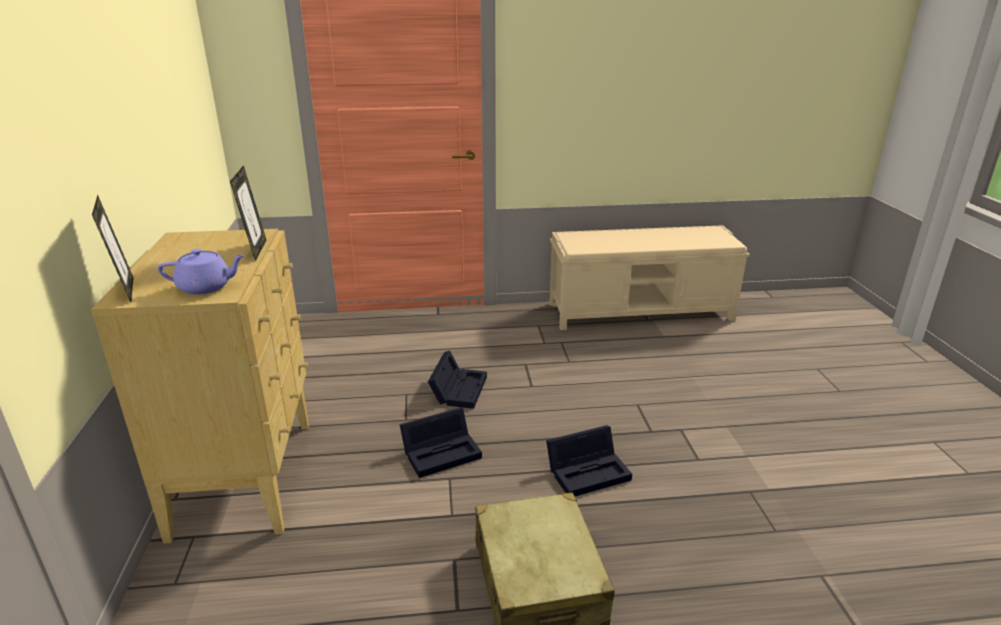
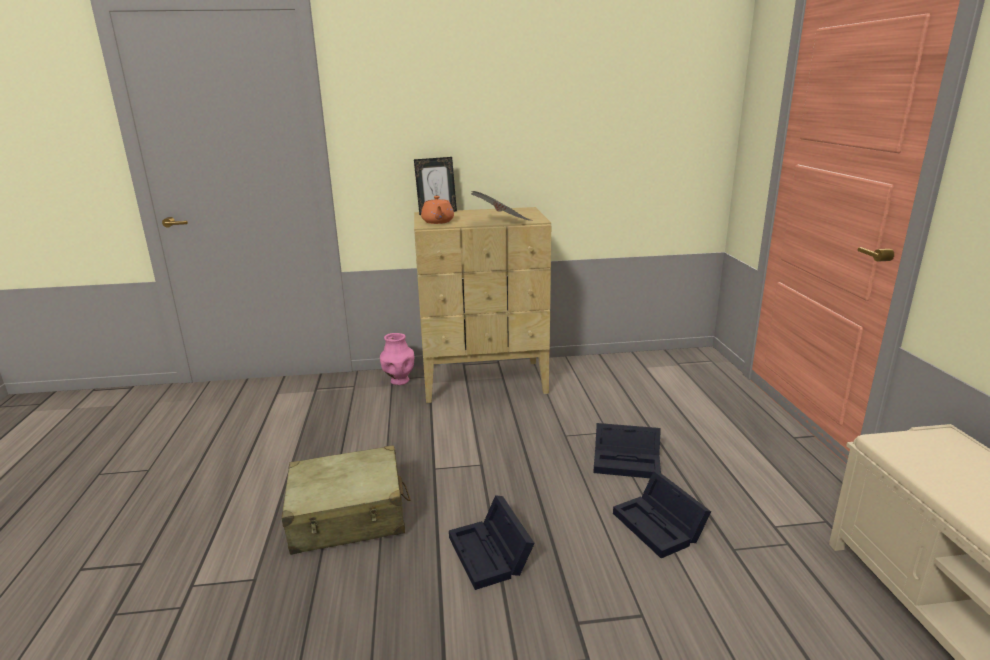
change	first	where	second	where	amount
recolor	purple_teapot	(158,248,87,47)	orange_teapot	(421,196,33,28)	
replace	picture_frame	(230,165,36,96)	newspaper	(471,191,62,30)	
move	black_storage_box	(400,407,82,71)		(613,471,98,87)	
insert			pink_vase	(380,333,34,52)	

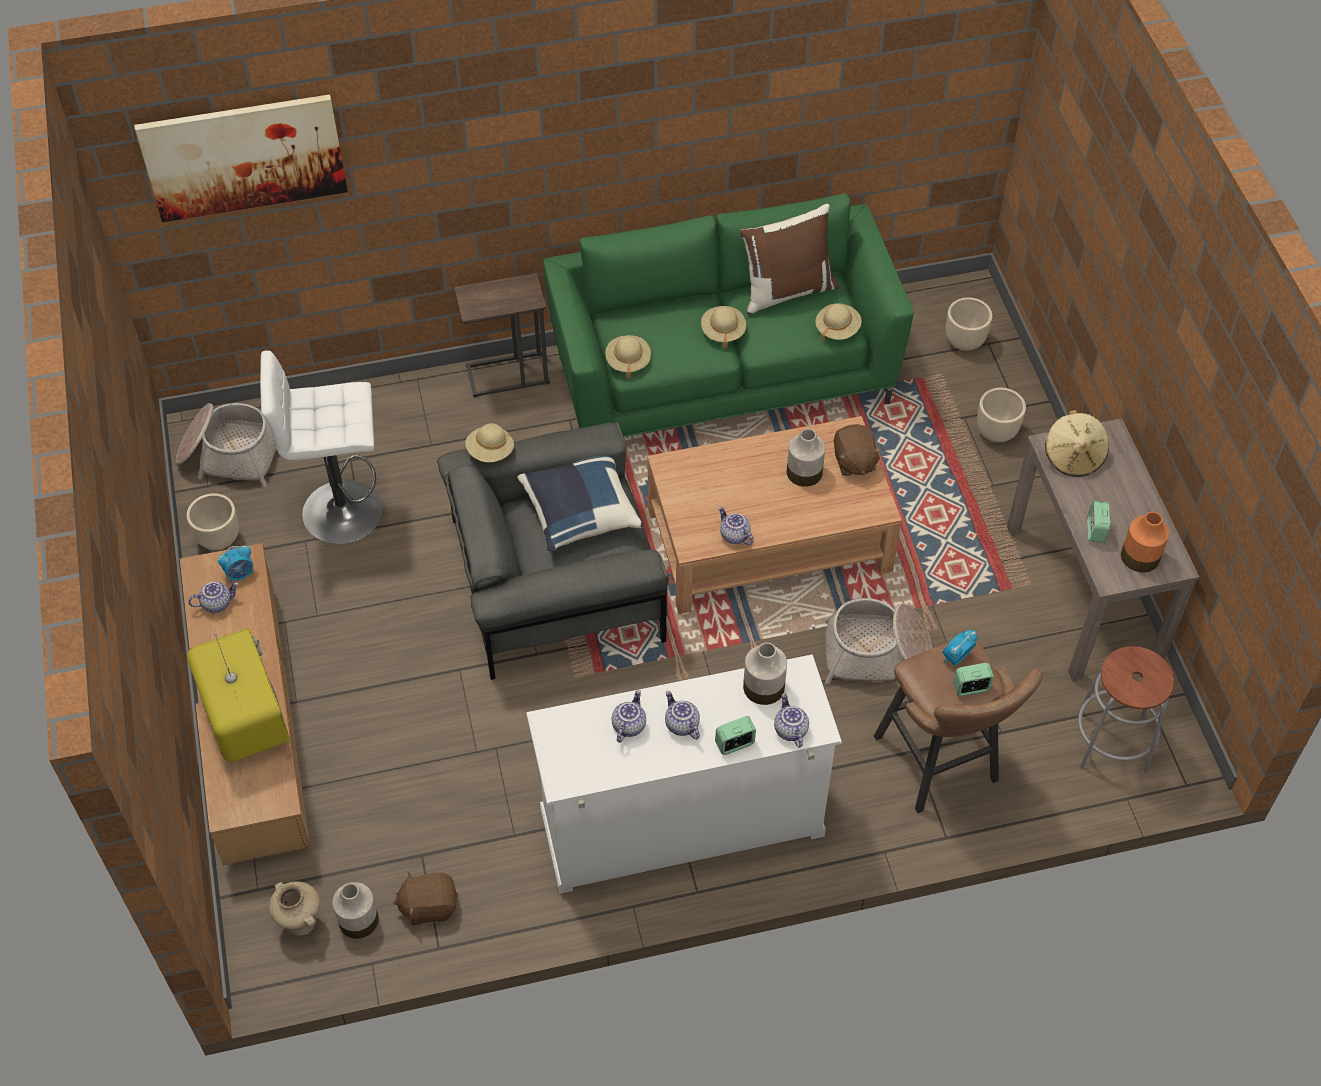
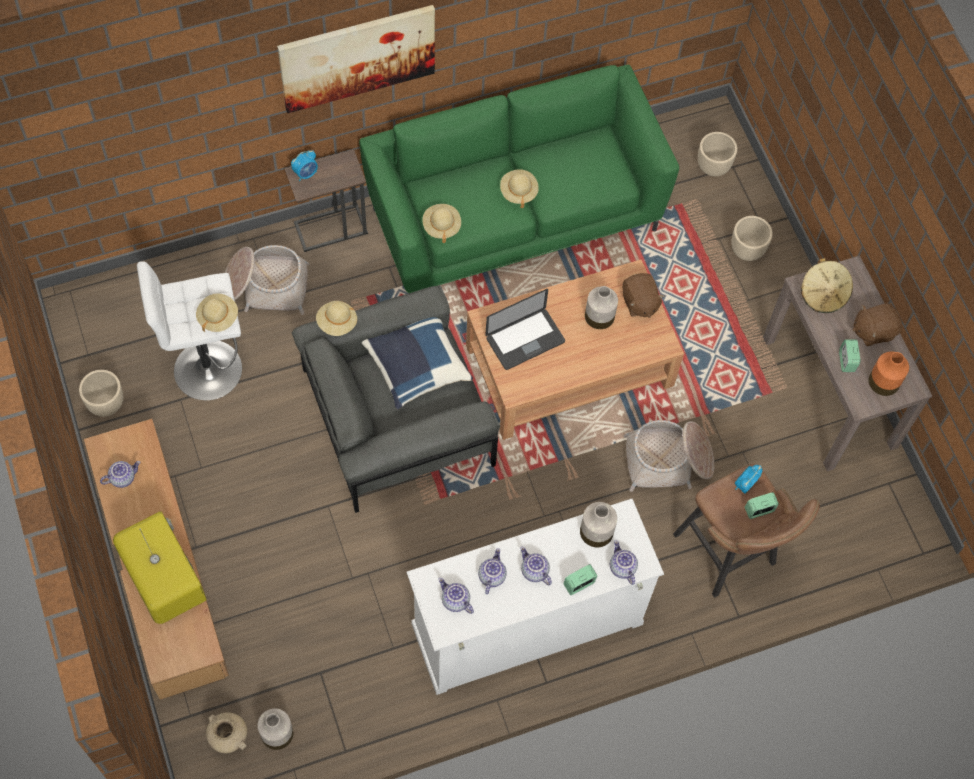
change	first	where	second	where	amount
move	picture	(134,94,214,128)		(277,5,158,108)	
move	basket	(176,403,100,84)		(225,245,84,70)	
move	alarm_clock	(218,545,36,38)		(291,150,27,32)	
move	brown_plush_toy	(393,871,65,54)		(852,304,50,42)	
move	teapot	(718,506,35,39)		(438,578,36,36)	
delete	brown_pillow	(740,204,99,110)			
move	beige_hat	(815,303,47,38)		(196,293,42,39)	
delete	grey_stool	(1078,646,96,128)			
insert			laptop	(485,289,80,81)	

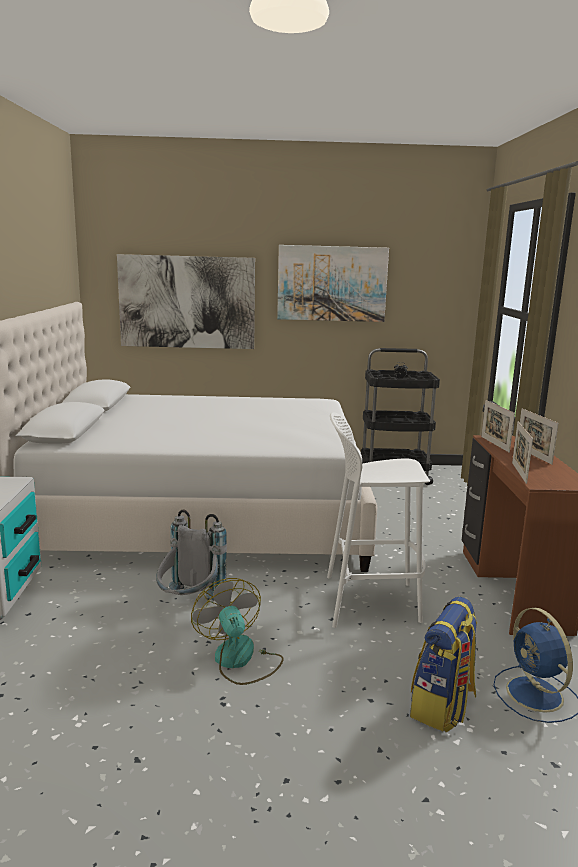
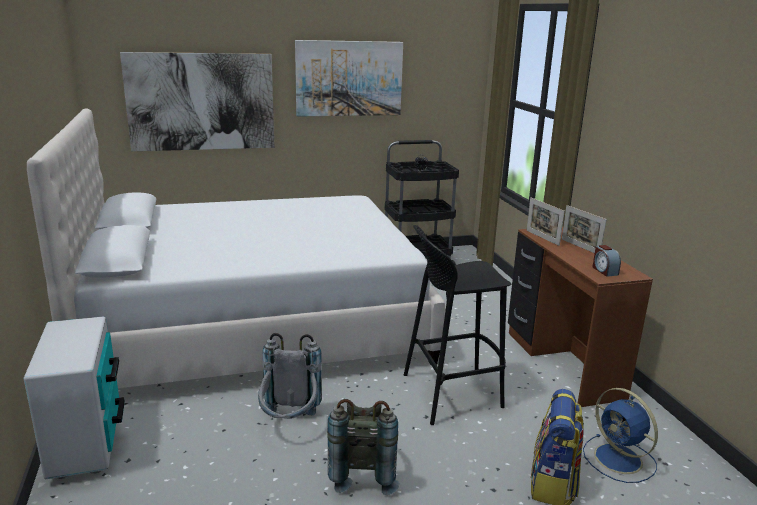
change	first	where	second	where	amount
replace	fan	(191,578,93,107)	grey_backpack	(327,399,72,96)	
recolor	white_stool	(327,412,103,216)	black_stool	(404,225,108,200)	
delete	picture_frame	(512,421,21,63)			
insert			alarm_clock	(593,245,28,32)	

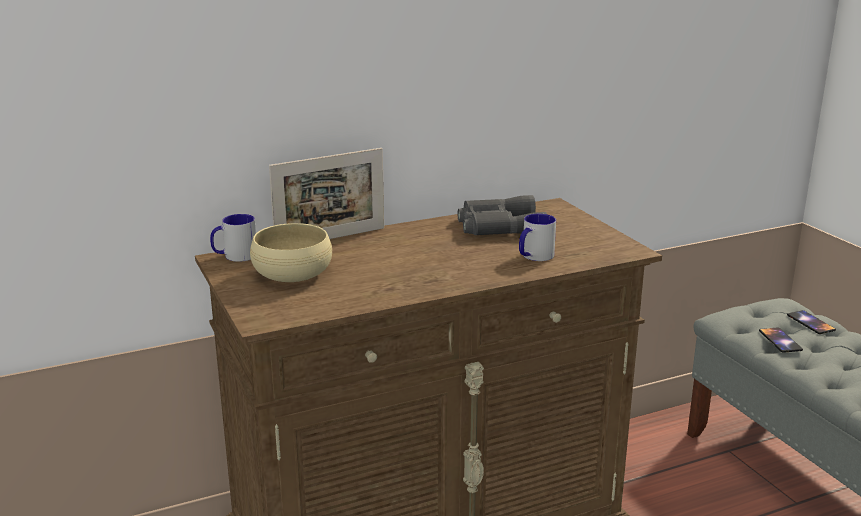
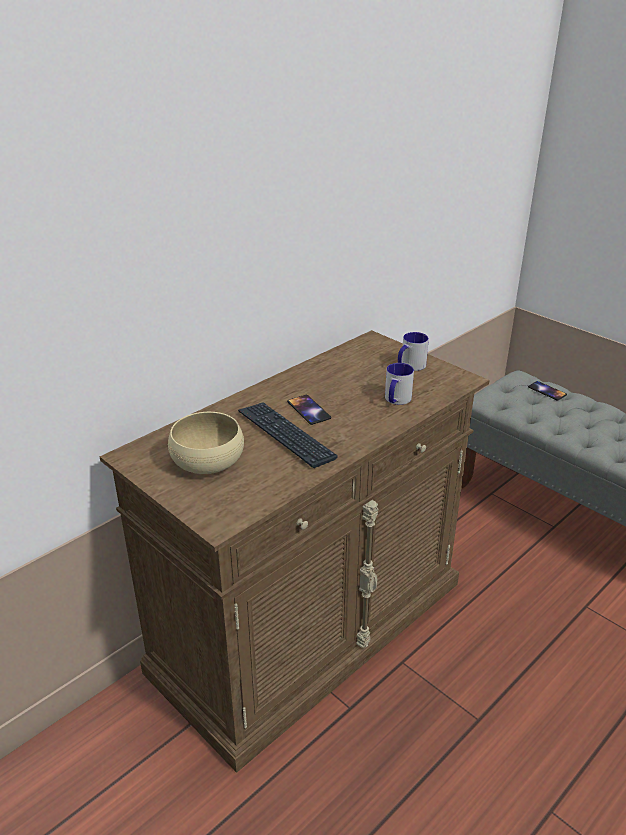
change	first	where	second	where	amount
move	mug	(210,214,46,48)		(398,332,31,39)	
delete	picture_frame	(269,148,115,91)			
delete	grey_binoculars	(458,195,89,40)			
move	phone	(759,327,44,26)		(287,395,44,30)	
insert			keyboard	(238,402,100,66)	

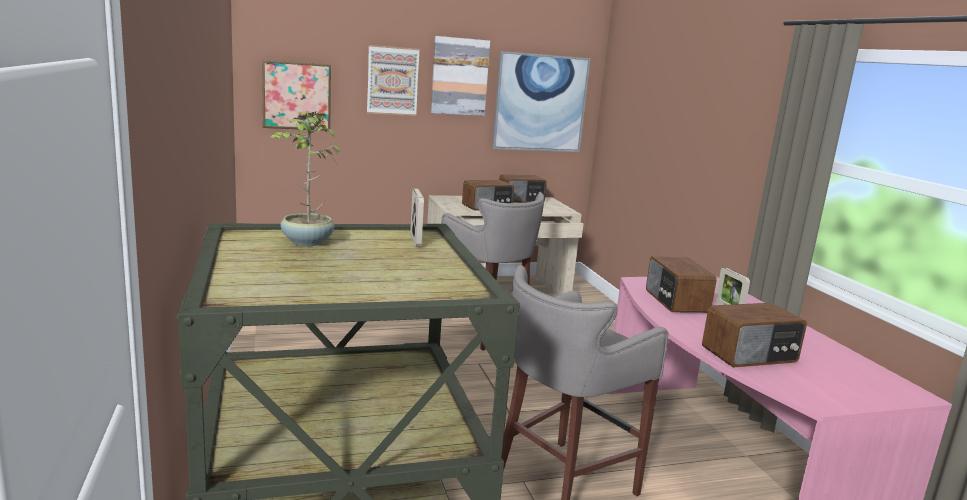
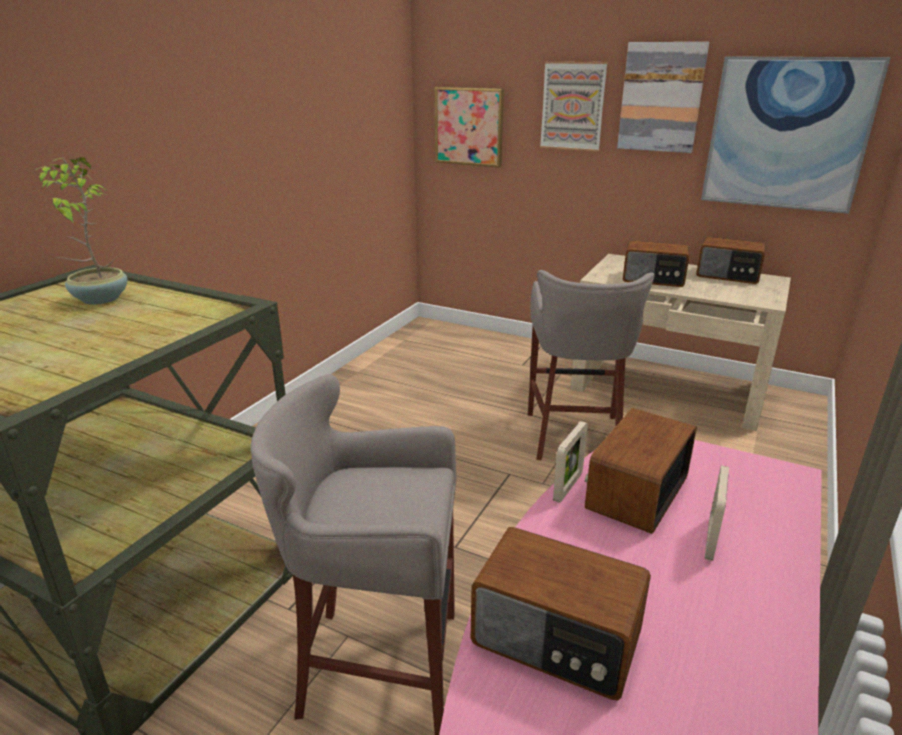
change	first	where	second	where	amount
move	picture_frame	(410,189,14,58)		(553,421,35,82)	

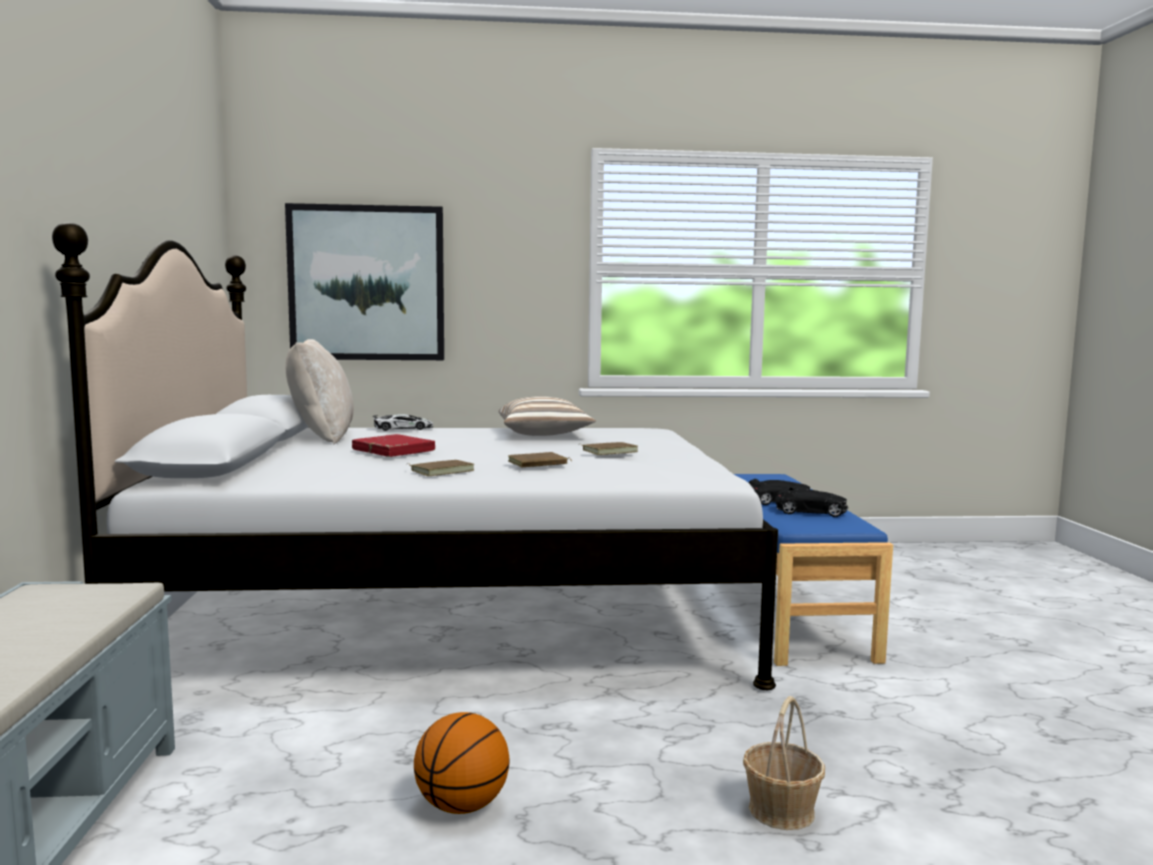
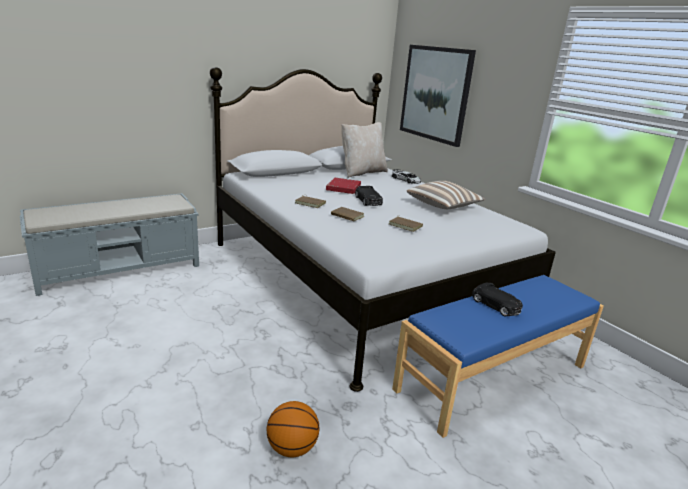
change	first	where	second	where	amount
move	basketball	(414,712,95,102)		(267,401,52,56)	
delete	basket	(743,696,82,134)			
move	black_toy_car	(775,487,73,30)		(355,186,28,20)	

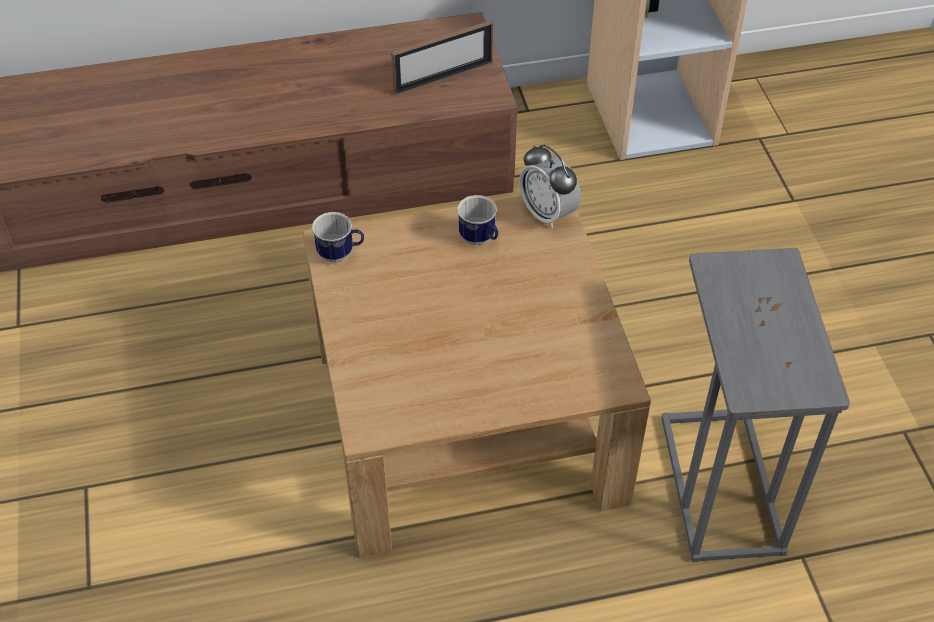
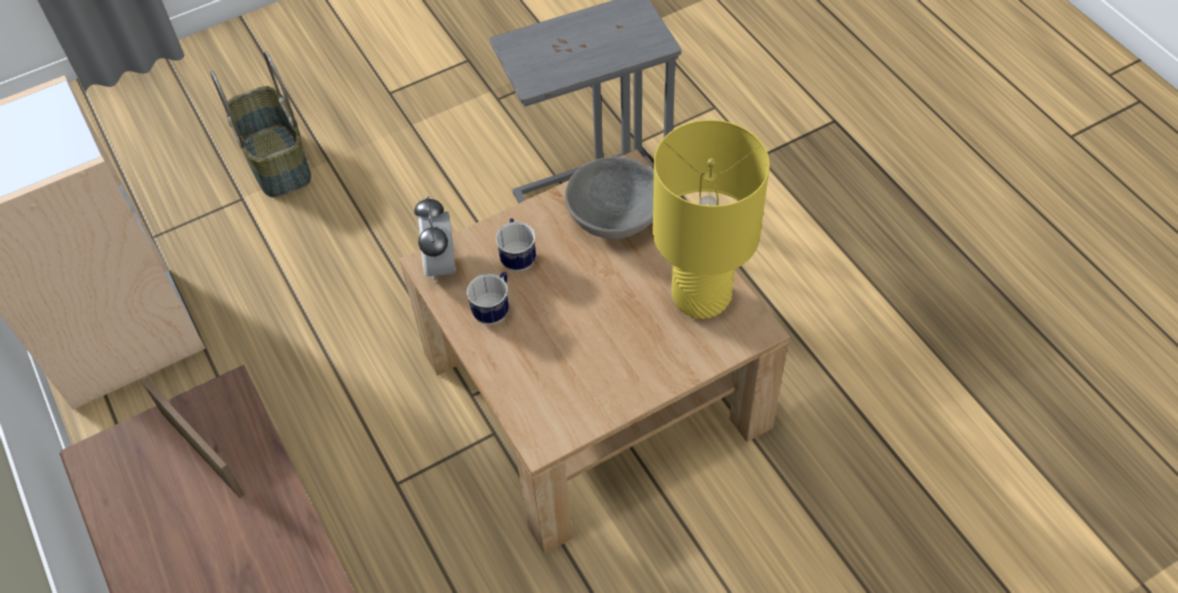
change	first	where	second	where	amount
move	mug	(312,212,52,50)		(496,218,40,54)	
rotate	alarm_clock	(519,145,62,84)		(414,196,41,86)	135 degrees clockwise
insert			basket	(210,51,101,147)	
insert			grey_bowl	(565,157,89,82)	
insert			yellow_table_lamp	(653,120,117,199)	

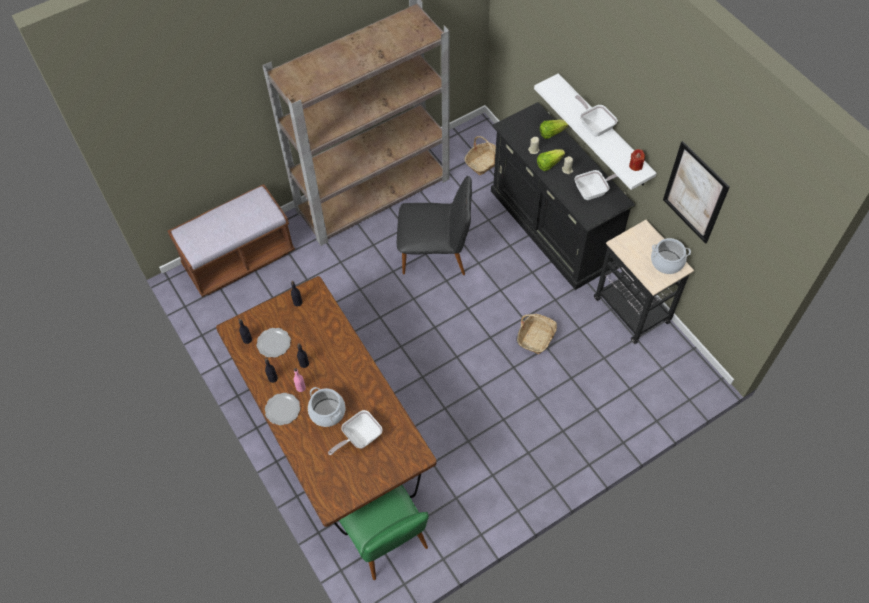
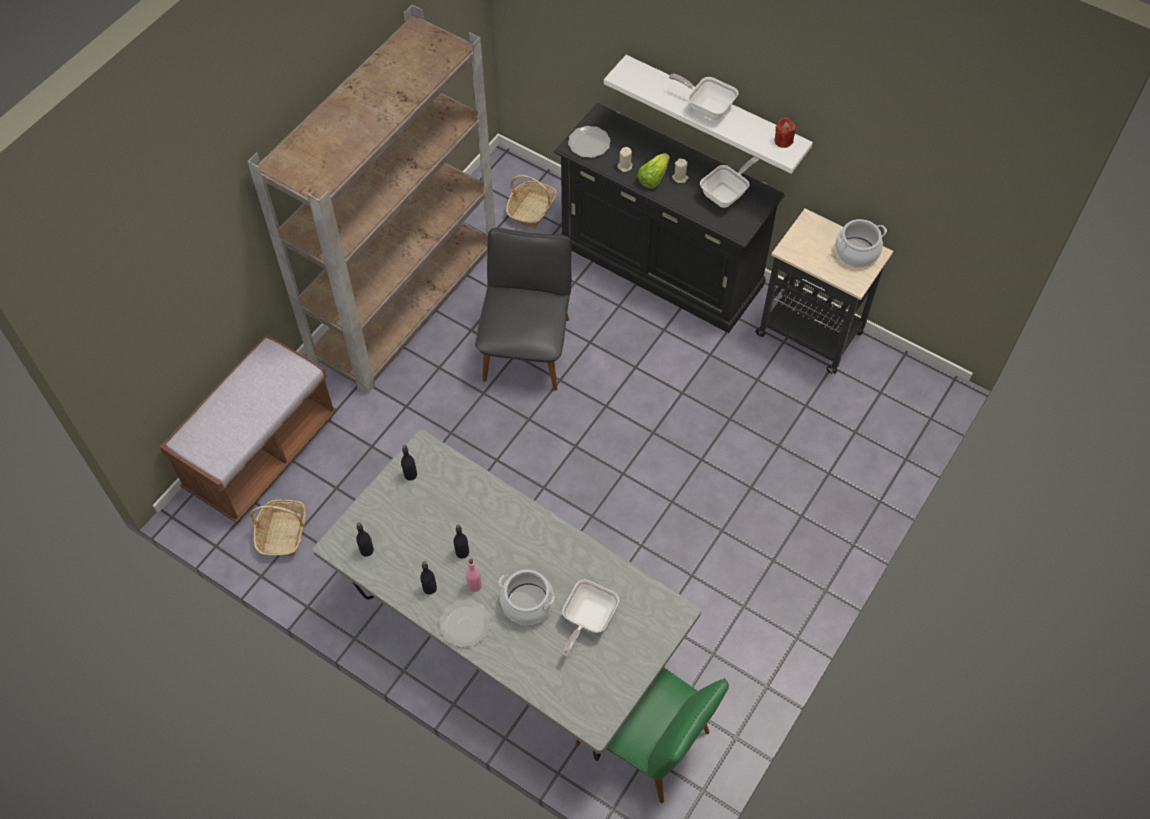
change	first	where	second	where	amount
recolor	brown_dining_table	(216,276,221,259)	grey_dining_table	(313,429,388,332)	
move	plate	(257,328,34,29)		(568,126,43,32)	
rotate	black_chair	(397,176,75,99)		(475,228,97,163)	60 degrees counterclockwise
move	basket	(517,314,40,40)		(250,499,56,57)	
delete	lettuce	(540,120,29,19)			
delete	picture	(663,141,66,103)			

